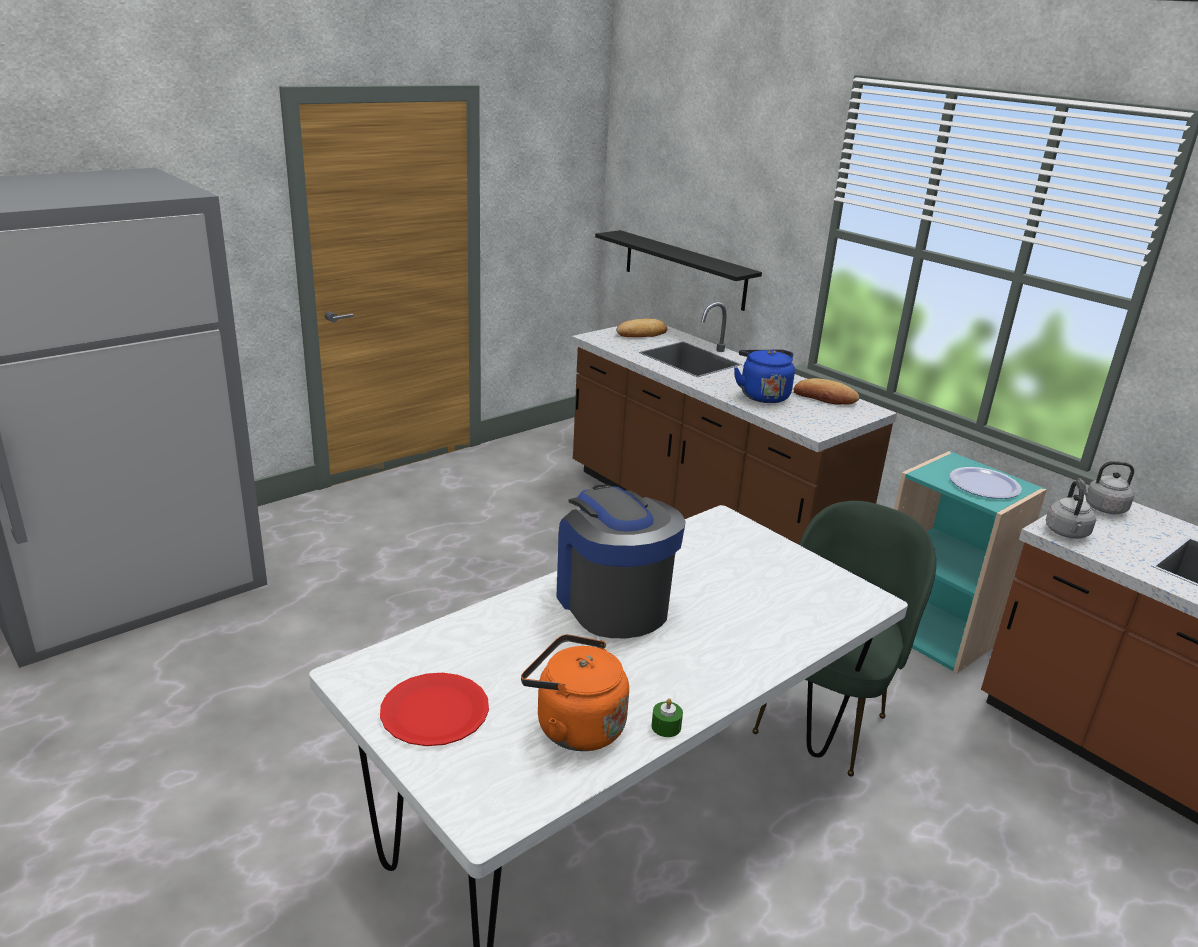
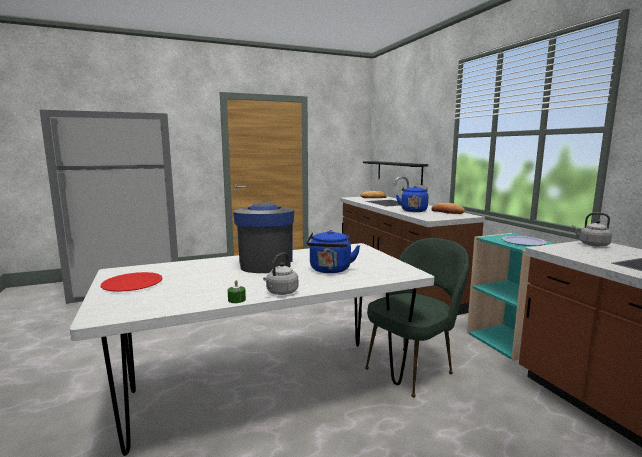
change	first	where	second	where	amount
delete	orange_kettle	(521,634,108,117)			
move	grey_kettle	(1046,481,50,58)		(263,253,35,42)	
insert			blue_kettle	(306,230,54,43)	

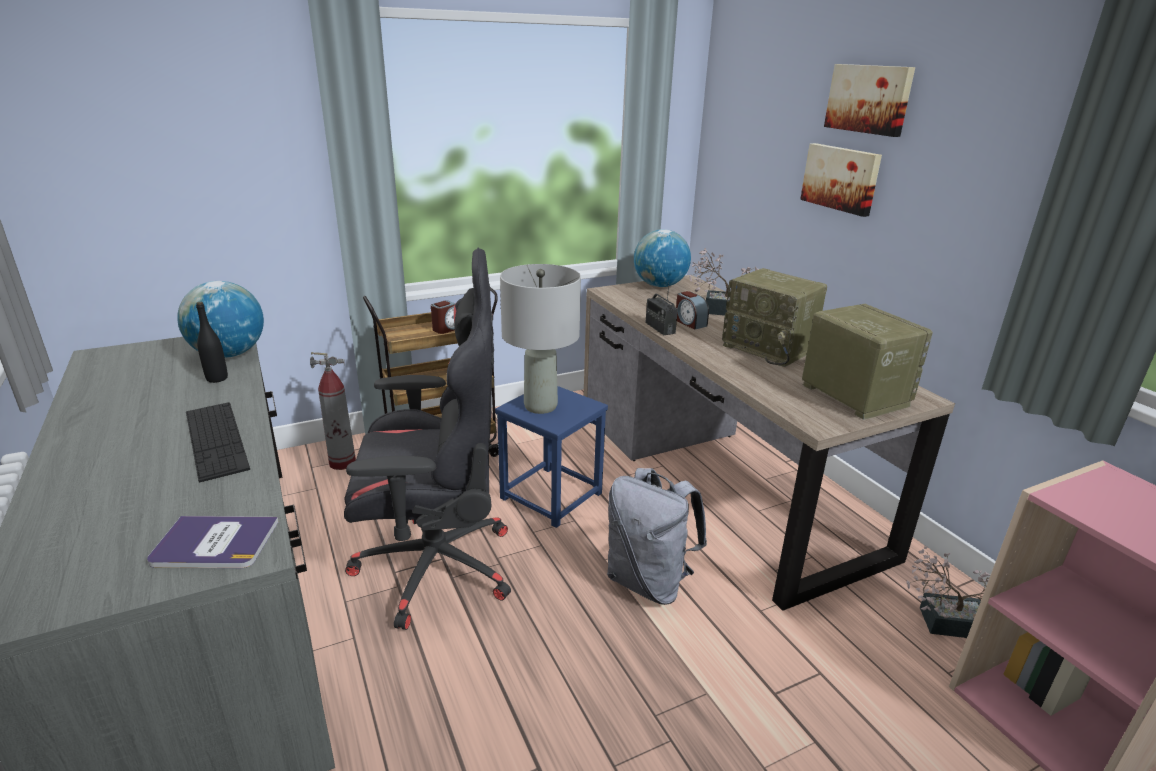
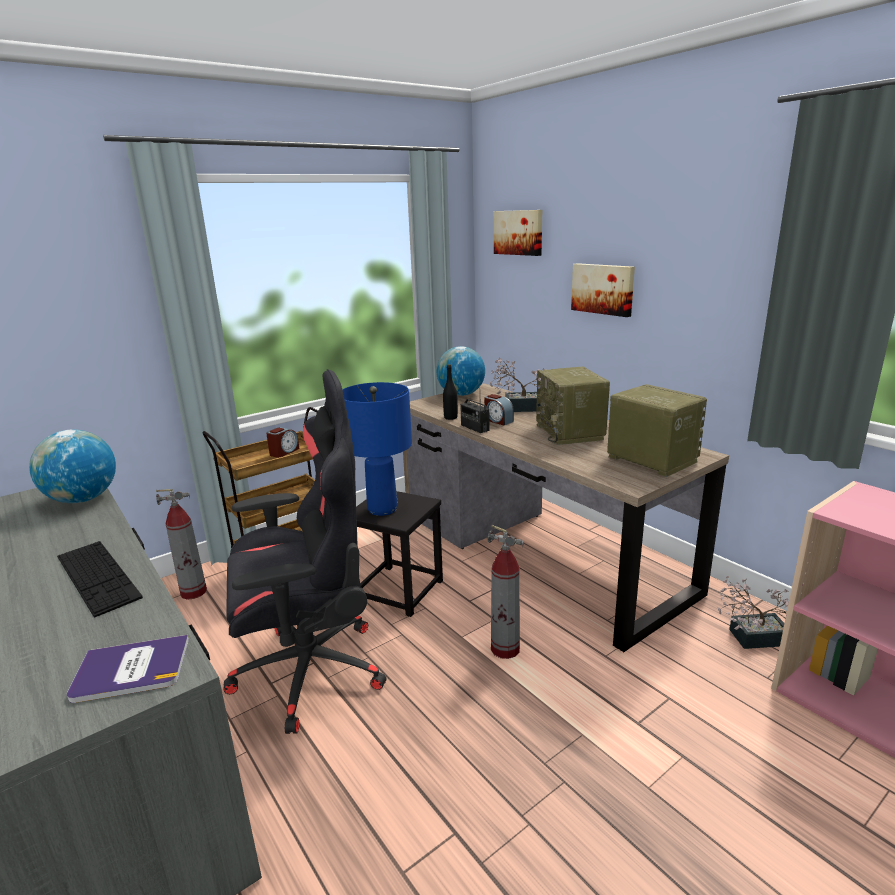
change	first	where	second	where	amount
move	black_bottle	(196,302,32,81)		(443,364,15,56)	
recolor	blue_stool	(495,386,113,142)	black_stool	(356,491,87,126)	
recolor	grey_table_lamp	(500,264,81,150)	blue_table_lamp	(342,382,70,134)	
replace	grey_backpack	(607,468,100,137)	fire_extinguisher	(487,525,37,134)	
rotate	radio	(722,268,105,99)		(536,367,74,78)	45 degrees clockwise
move	picture	(824,64,91,73)		(494,210,48,46)	

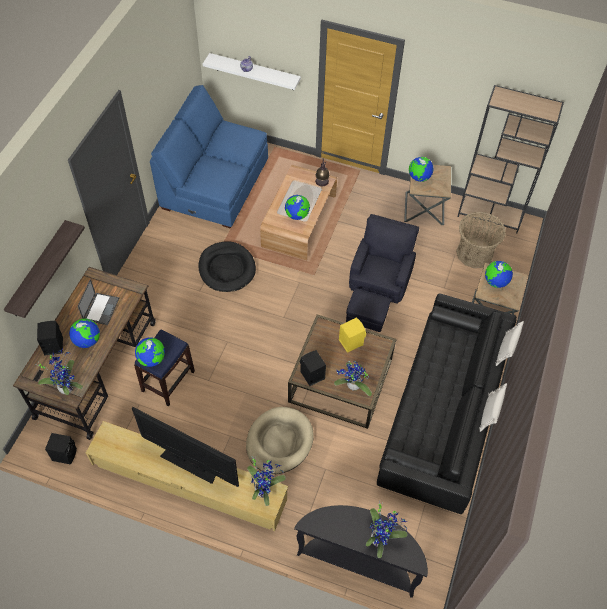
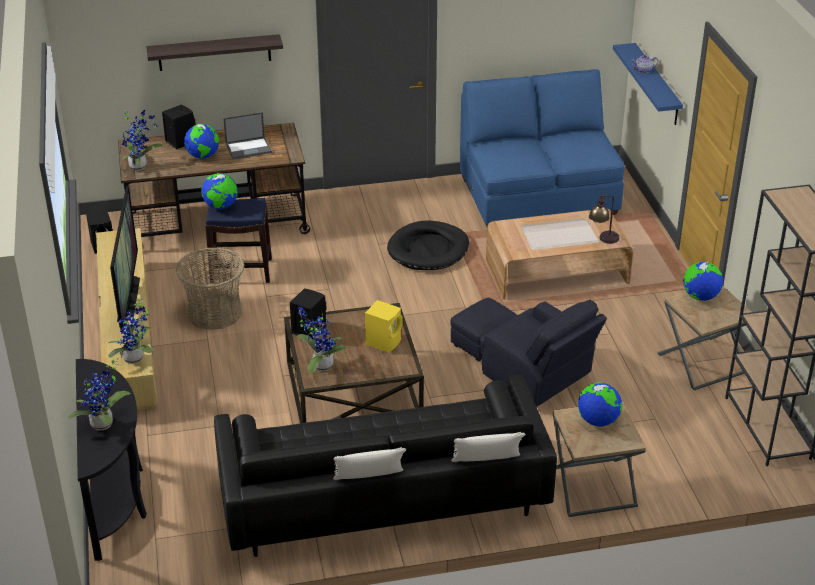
change	first	where	second	where	amount
recolor	white_shelf	(203,53,98,37)	blue_shelf	(613,43,70,82)	
delete	beige_dog_bed	(246,407,68,67)			
delete	globe	(285,195,25,25)			
rotate	black_armchair	(346,214,73,118)		(450,298,157,109)	60 degrees clockwise
move	basket	(456,212,50,56)		(176,247,69,83)	

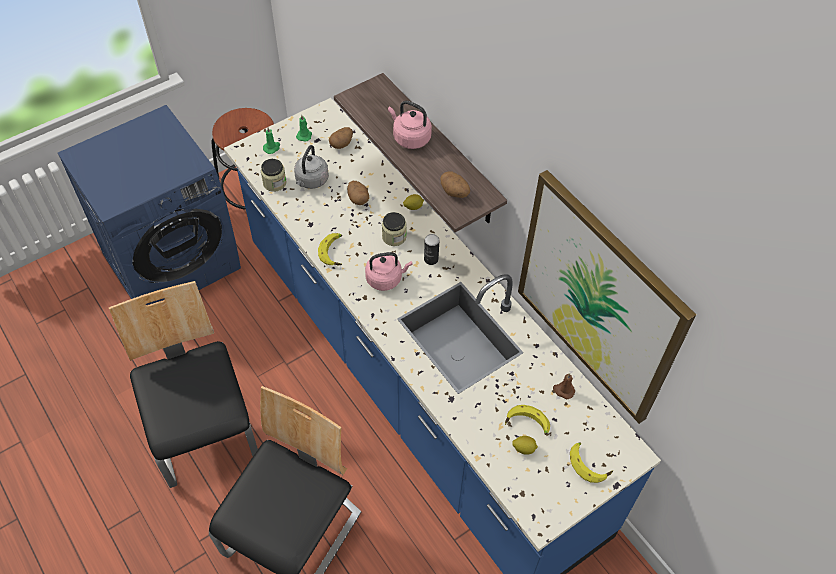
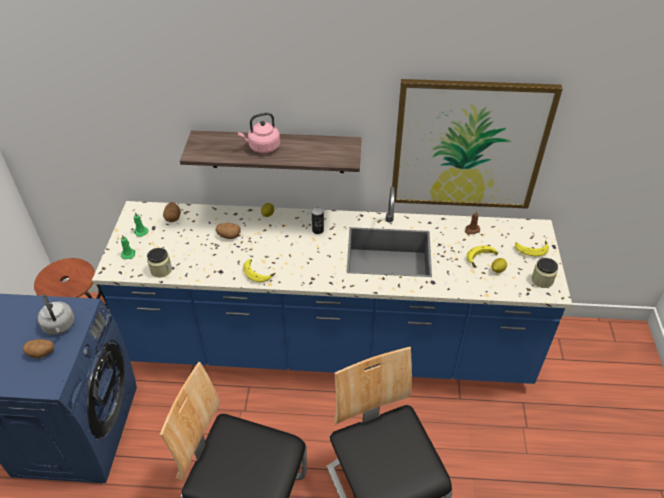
change	first	where	second	where	amount
move	grey_kettle	(294,145,35,44)		(37,294,38,41)	
delete	pink_kettle	(365,252,48,39)			
move	jar	(382,212,25,34)		(531,258,27,30)	
move	potato	(440,171,30,27)		(23,339,31,19)	

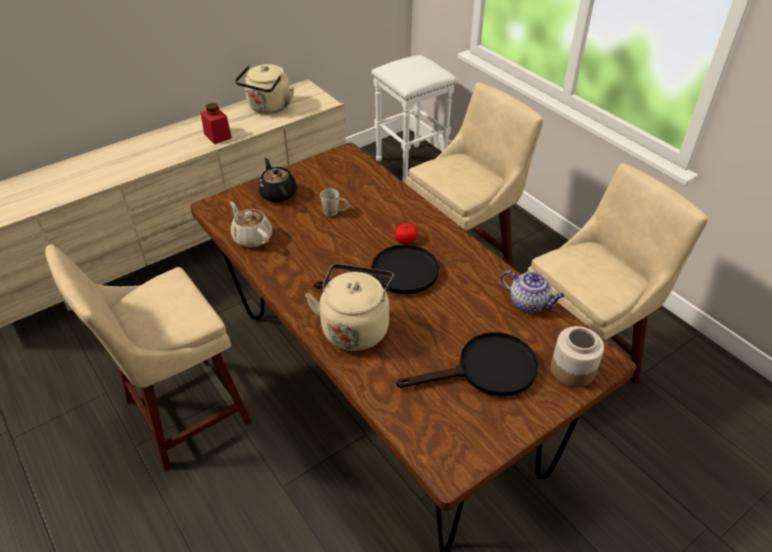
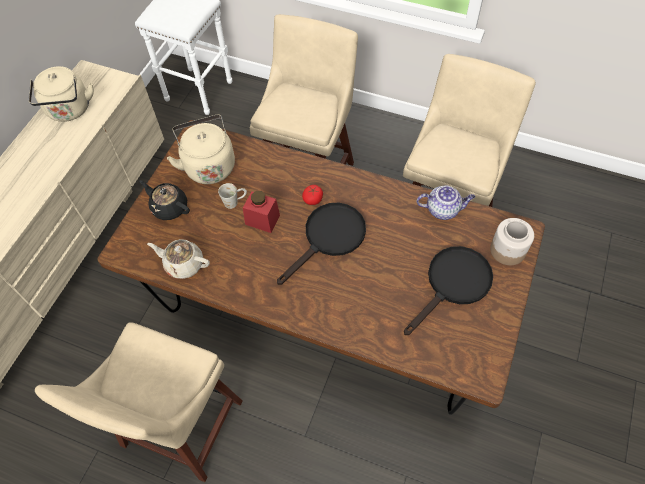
change	first	where	second	where	amount
move	red_jar	(201,103,31,41)		(243,191,37,42)	
move	beige_kettle	(305,264,89,87)		(167,115,68,69)	

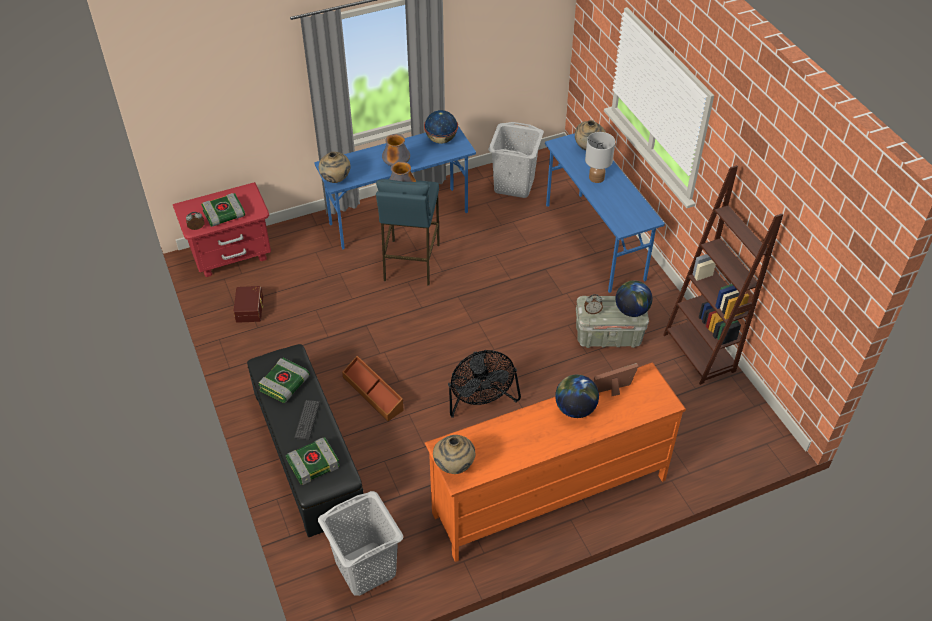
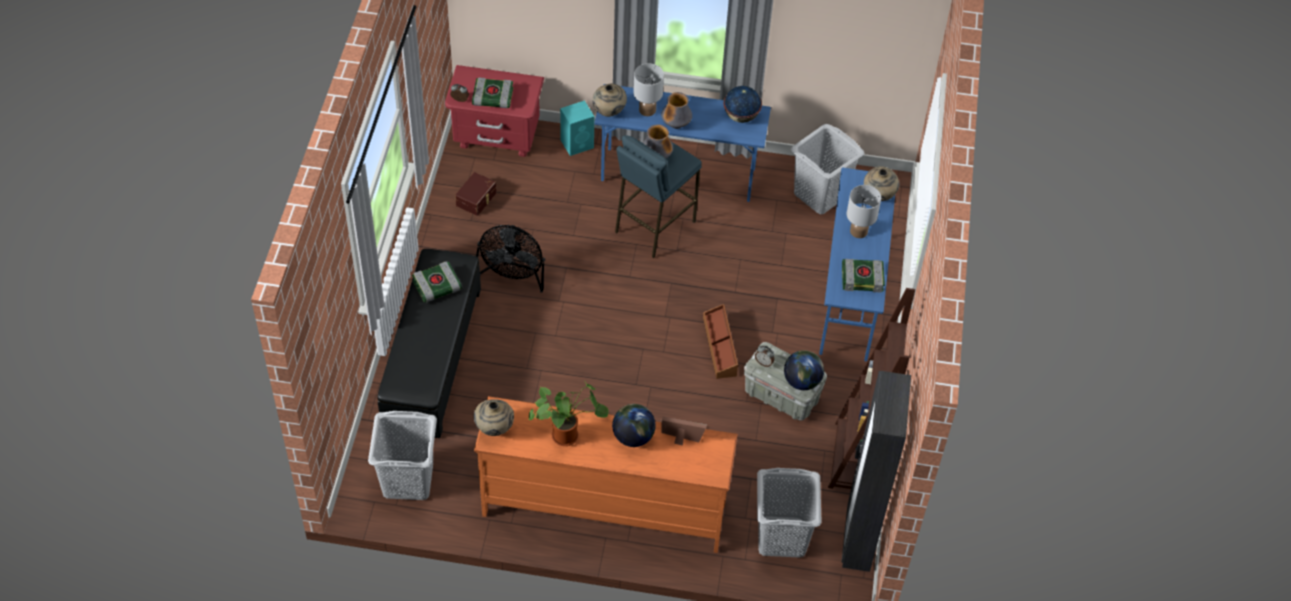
change	first	where	second	where	amount
move	book	(286,437,54,48)		(842,259,43,33)	
delete	keyboard	(294,400,26,40)			
move	brown_storage_box	(342,356,62,65)		(703,304,35,75)	
move	black_fan	(448,350,73,68)		(476,224,69,69)	
insert			potted_plant	(529,382,80,64)	
insert			turquoise_speaker	(560,100,34,56)	
insert			grey_table_lamp	(633,63,31,53)	
insert			grey_laundry_basket	(757,468,65,90)	
insert			black_wardrobe	(841,371,70,201)	

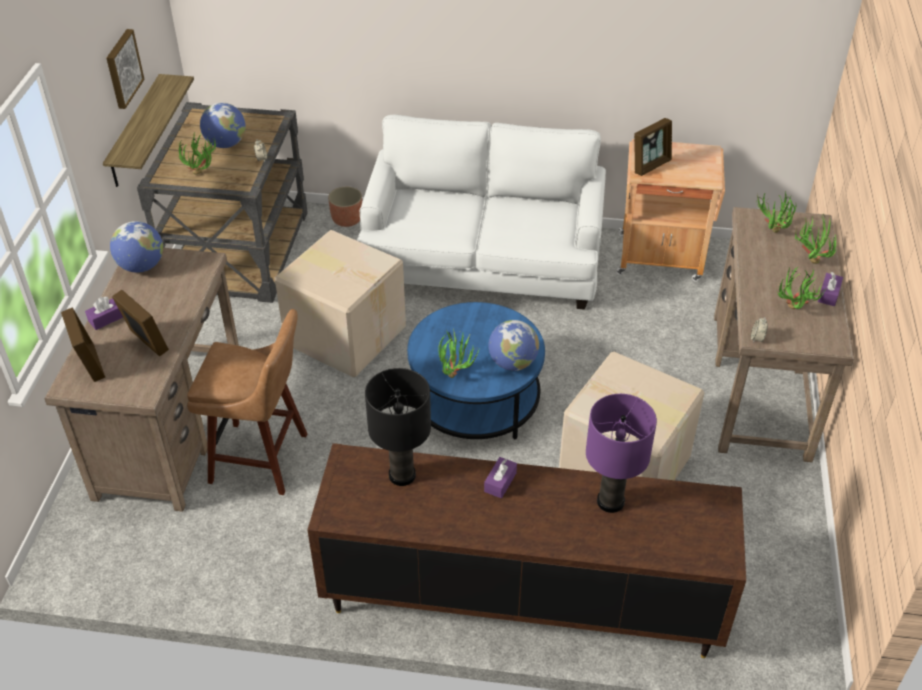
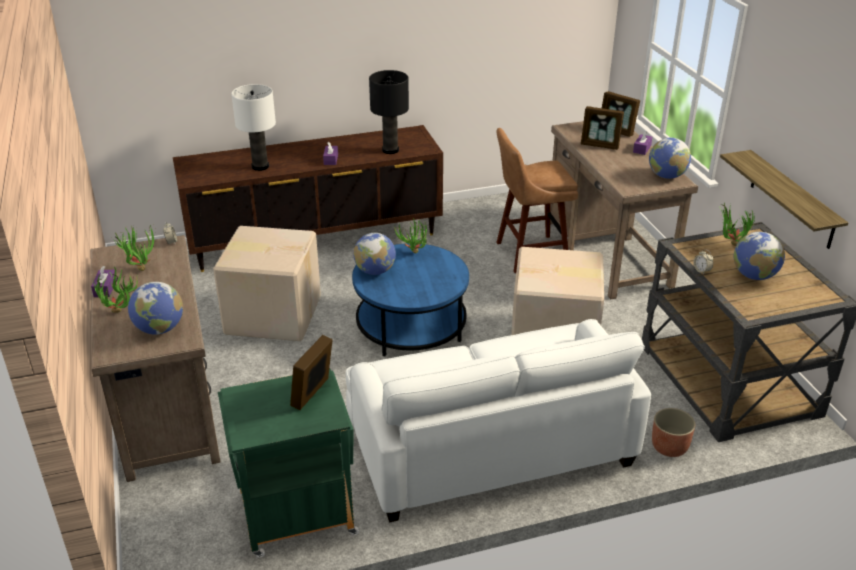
change	first	where	second	where	amount
delete	picture	(106,29,38,80)			
recolor	purple_table_lamp	(586,394,71,119)	white_table_lamp	(231,84,45,87)	
recolor	brown_cart	(616,139,109,143)	green_cart	(218,368,141,191)	
replace	potted_plant	(756,191,40,42)	globe	(128,282,55,53)	

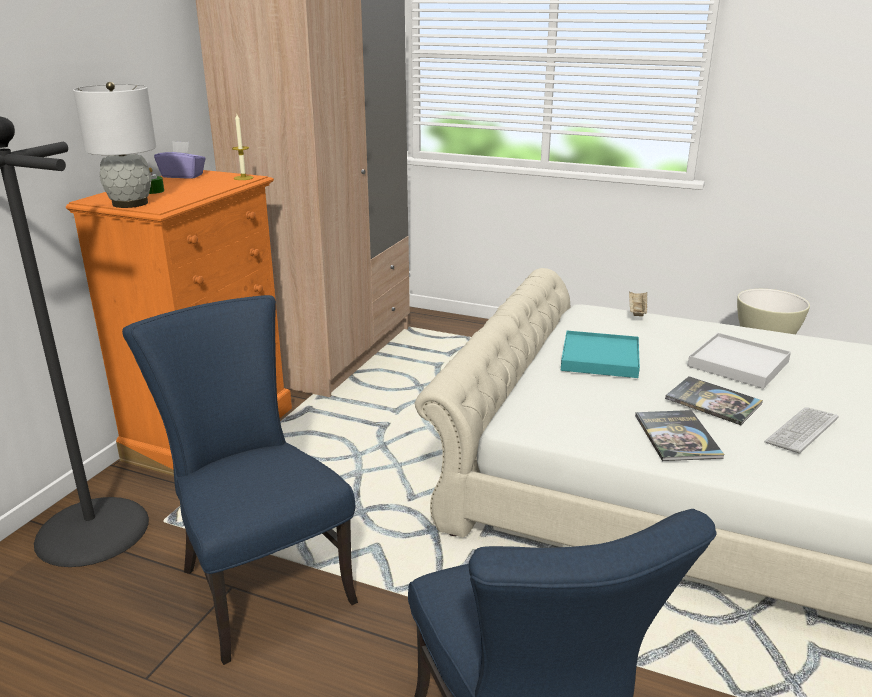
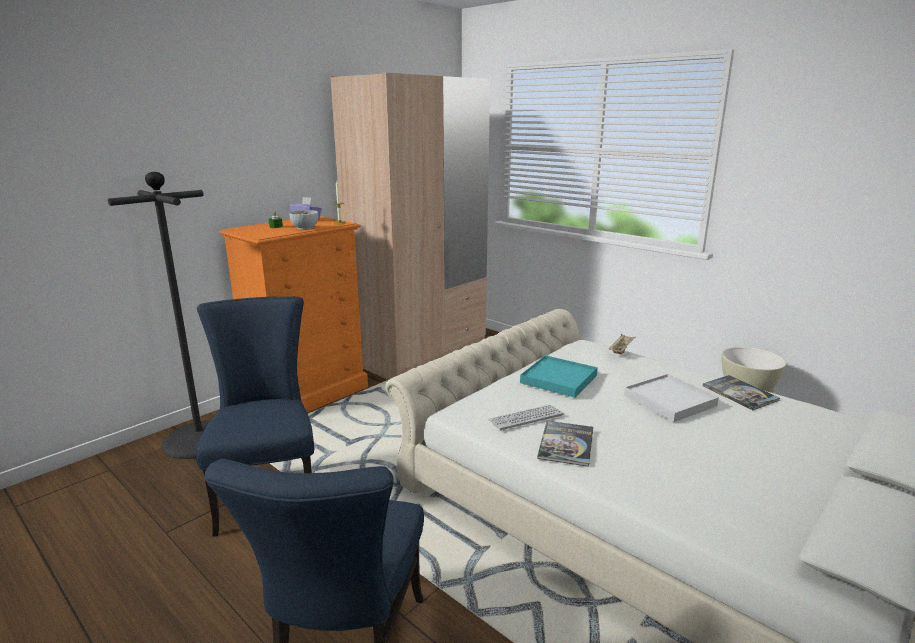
change	first	where	second	where	amount
delete	white_table_lamp	(73,82,83,126)			
move	book	(665,376,98,49)		(703,375,77,35)	
move	keyboard	(764,407,75,47)		(488,405,76,26)	
insert			bowl	(289,210,29,20)	

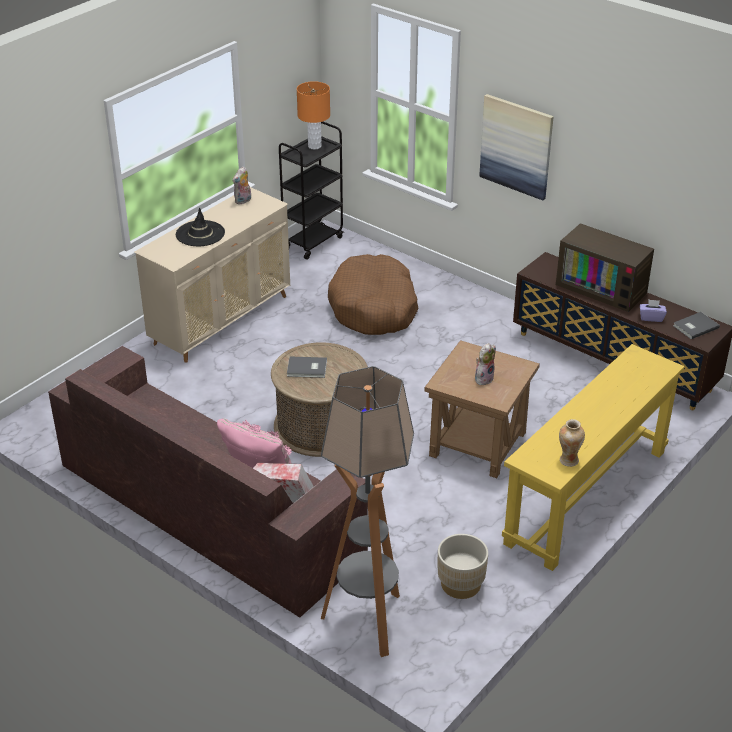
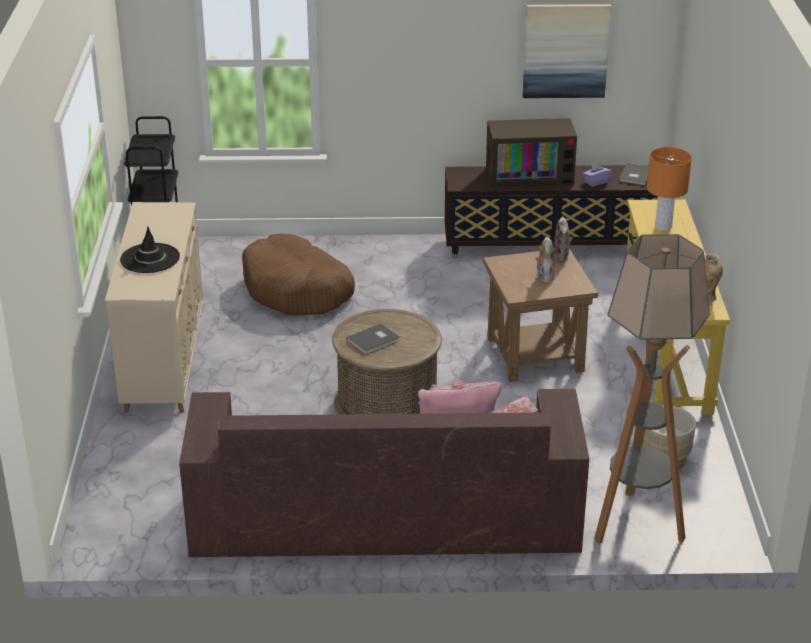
change	first	where	second	where	amount
move	plush_toy	(233,167,18,37)		(553,216,20,46)	
move	orange_table_lamp	(297,81,33,69)		(647,147,45,83)	
move	picture	(479,94,74,106)		(523,4,89,94)	

